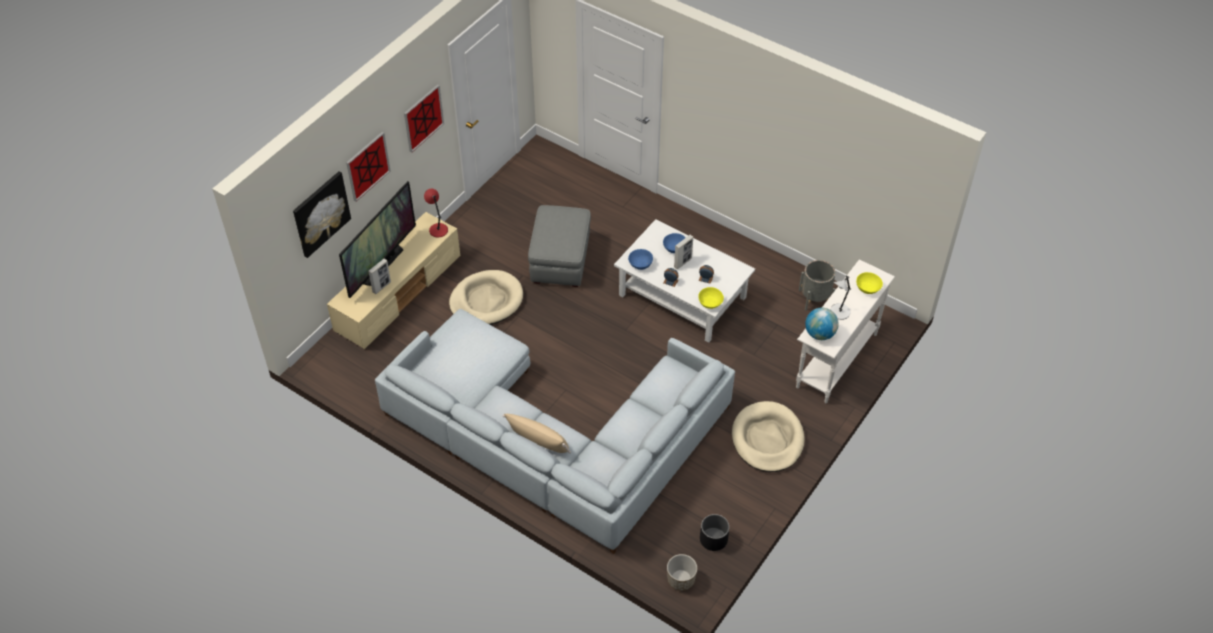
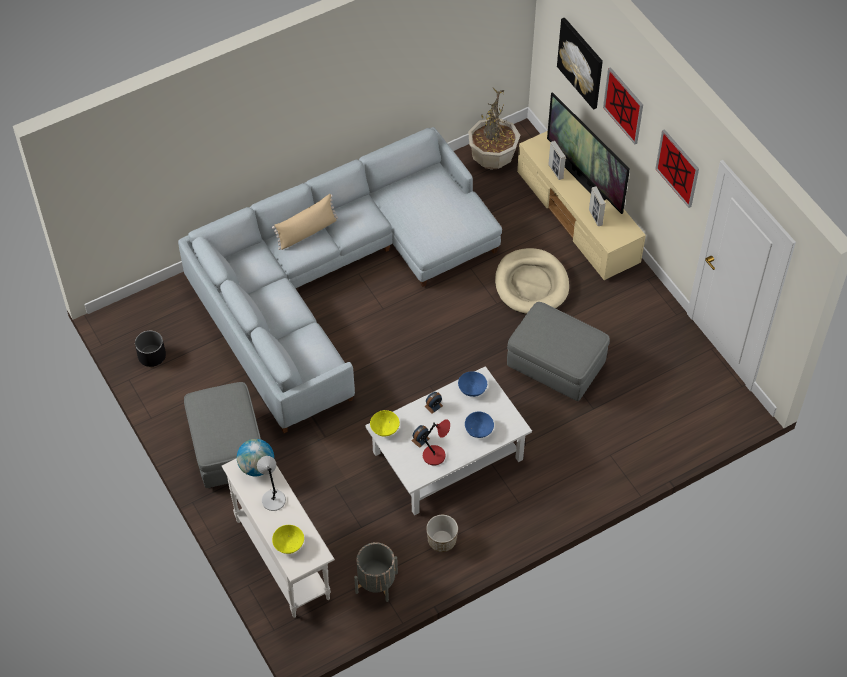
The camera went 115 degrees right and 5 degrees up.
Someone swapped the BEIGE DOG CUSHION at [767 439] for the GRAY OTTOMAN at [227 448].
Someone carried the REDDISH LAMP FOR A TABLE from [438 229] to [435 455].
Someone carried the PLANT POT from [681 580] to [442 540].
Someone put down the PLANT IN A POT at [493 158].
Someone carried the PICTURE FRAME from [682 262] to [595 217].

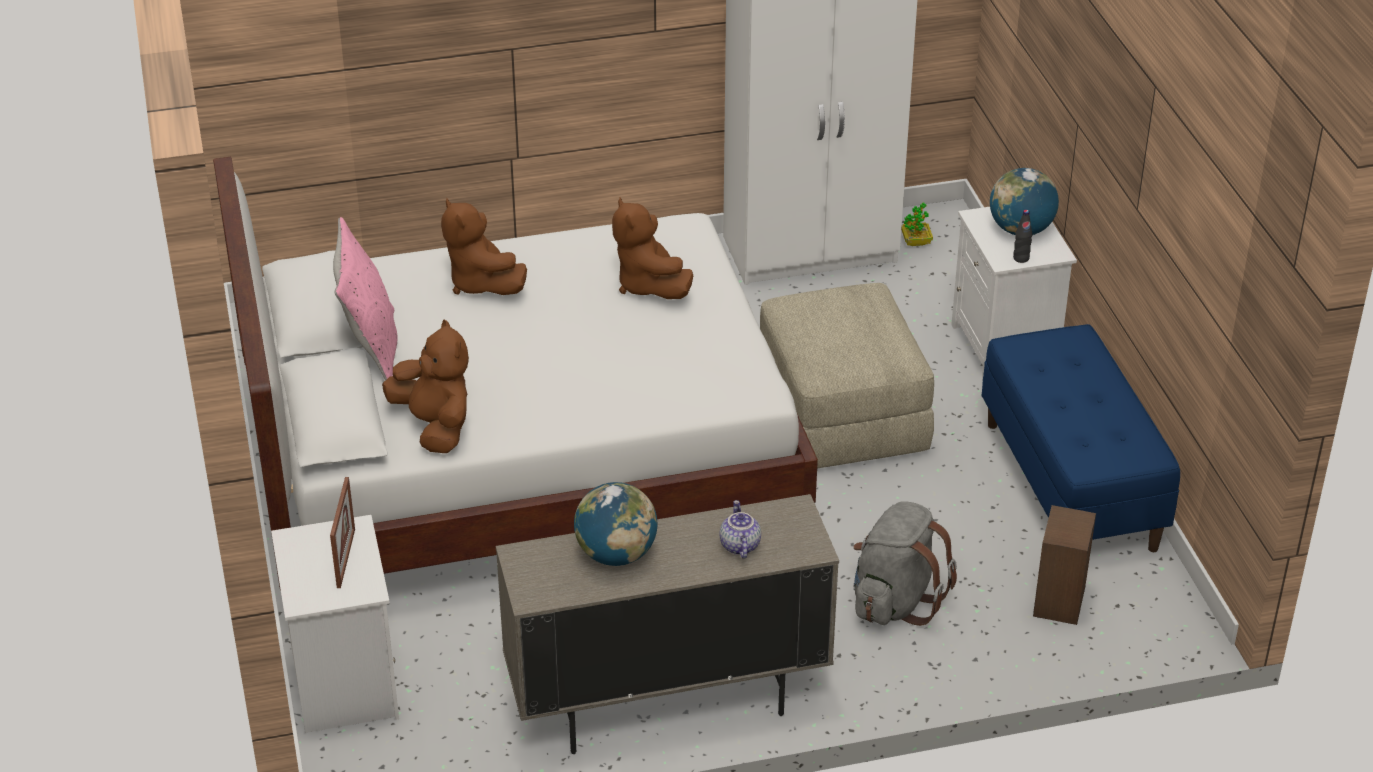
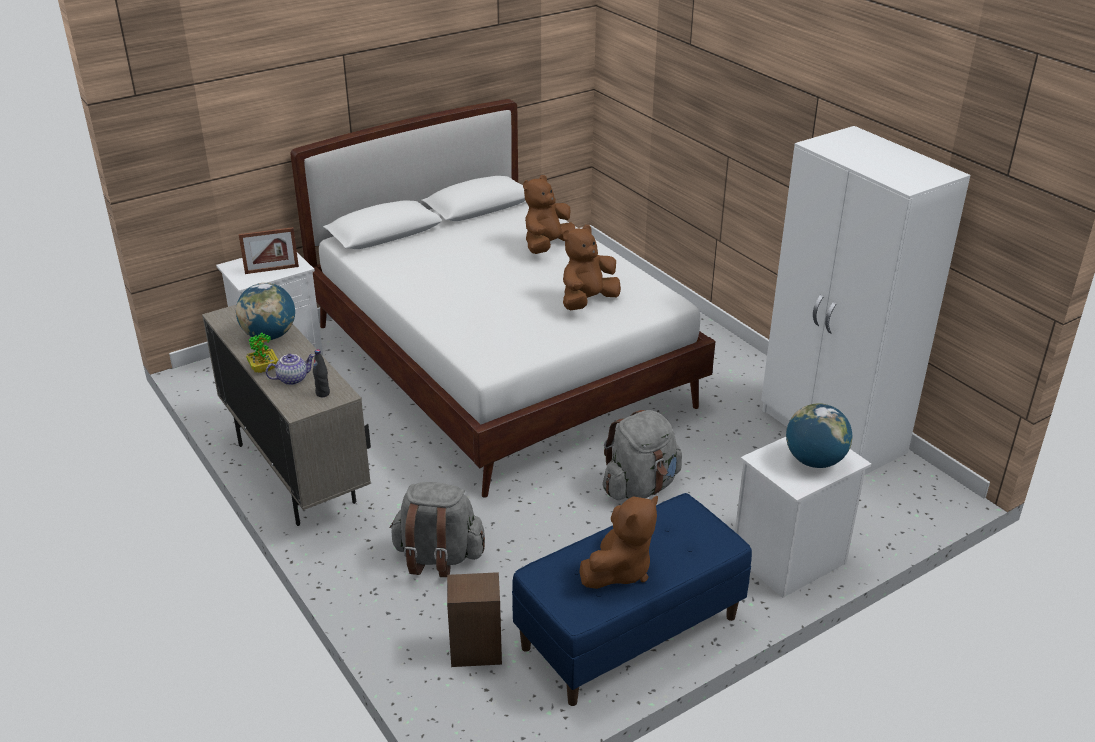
The camera went 70 degrees right and 5 degrees down.
Someone carried the PLANT IN A POT from [916 242] to [263 368].
Someone carried the BLACKISH DRINK BOTTLE from [1021 258] to [323 393].
Someone carried the BROWN SOFT TOY from [435 426] to [619 570].
Someone swapped the BEIGE OTTOMAN at [840 414] for the GRAY KNAPSACK at [640 487].
Someone took away the PINK THROW PILLOW at [370 348].

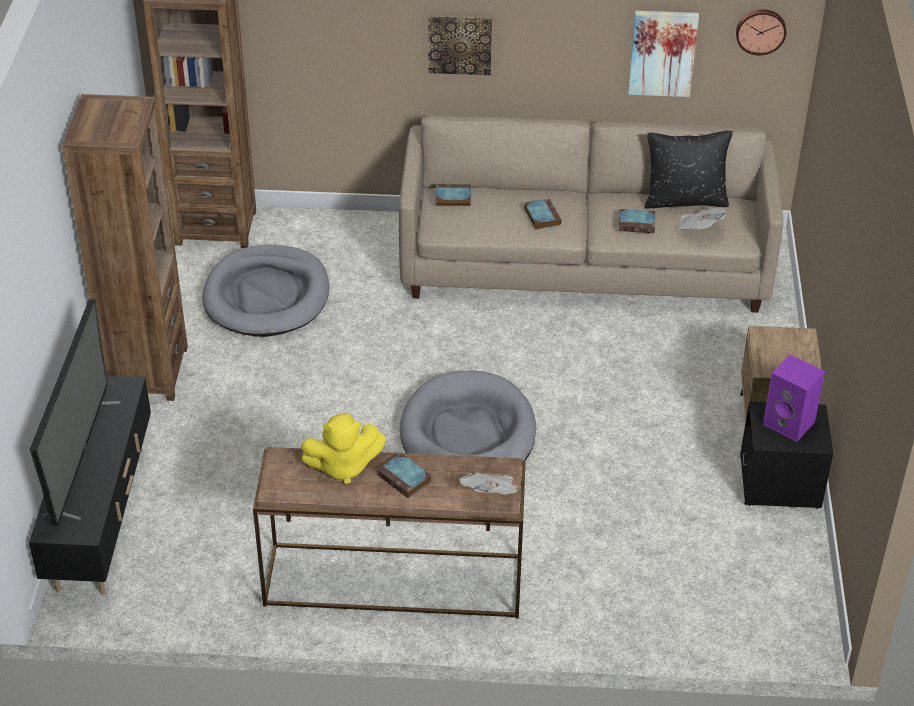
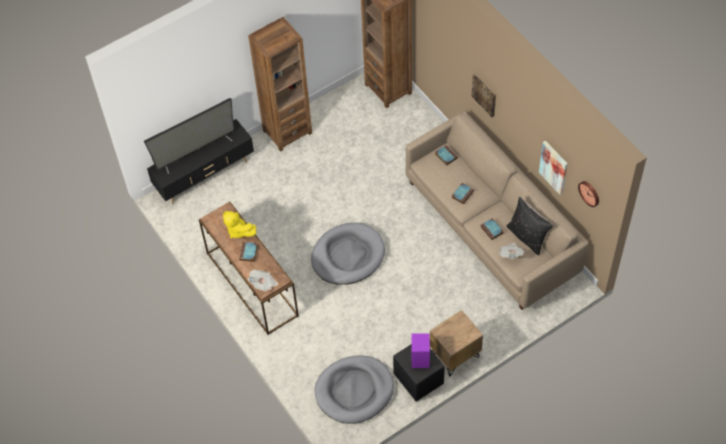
The camera went 55 degrees right and 15 degrees up.
Someone carried the GRAY DOG CUSHION from [267 296] to [354 391].

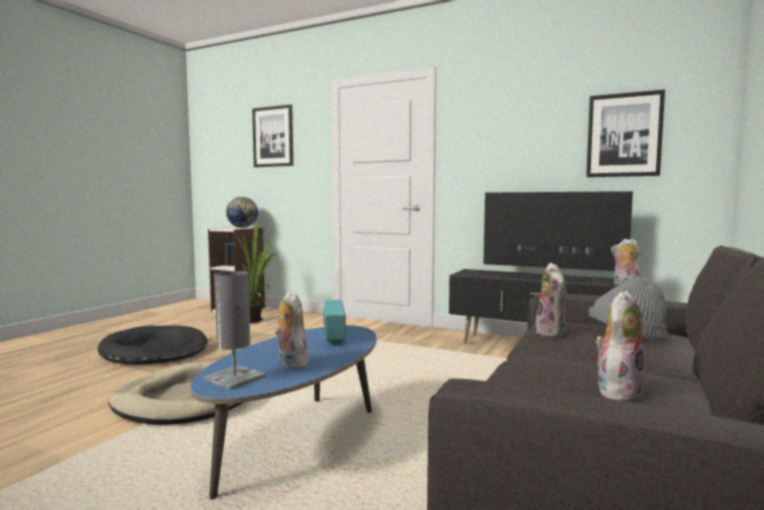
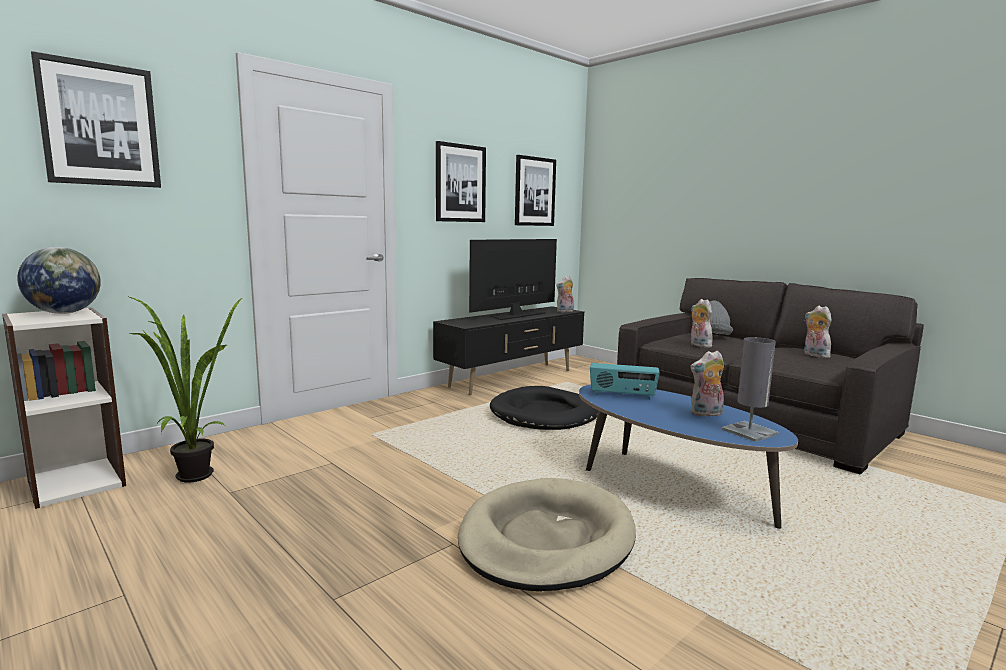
The camera went 70 degrees left and 5 degrees up.
Someone put up the PICTURE at [460 183].
Someone carried the BLACKISH DOG CUSHION from [155 350] to [545 414].
Someone rotated the SOFT TOY at [552 333] by 135 degrees counterclockwise.

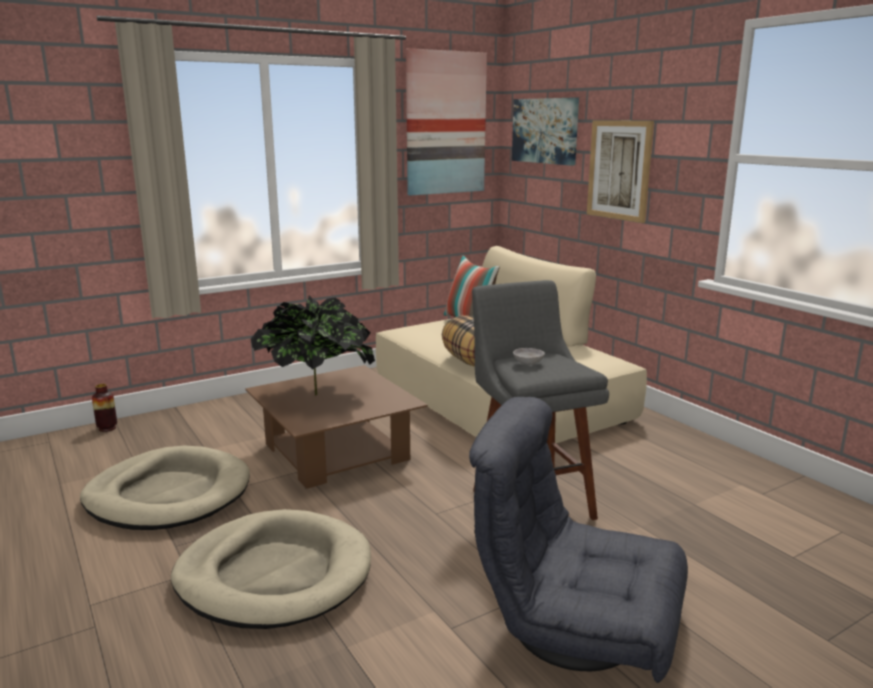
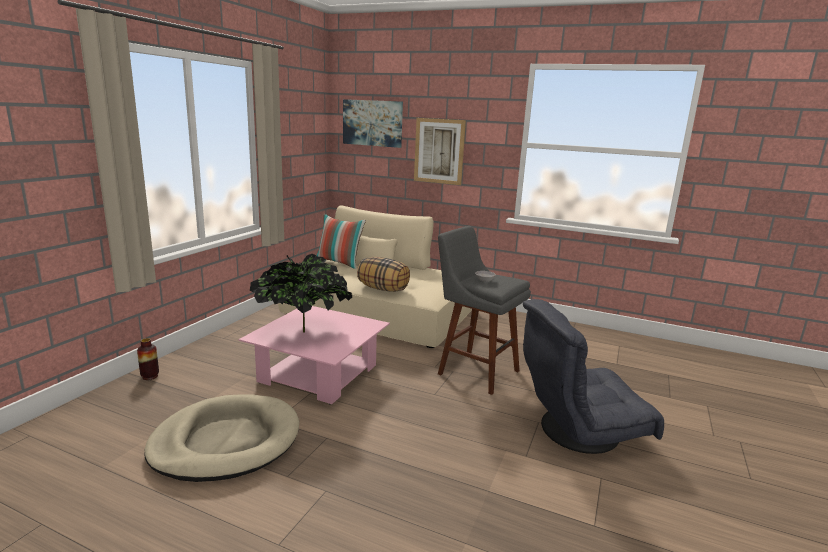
The camera went 35 degrees left and 0 degrees up.
Someone carried the FLOWER VASE from [107 428] to [150 376].
Someone repainted the BROWN LOUNGE TABLE at [336 452], which became the PINK LOUNGE TABLE at [318 373].
Someone took away the BEIGE DOG CUSHION at [274 574].
Someone took away the PICTURE at [445 123].

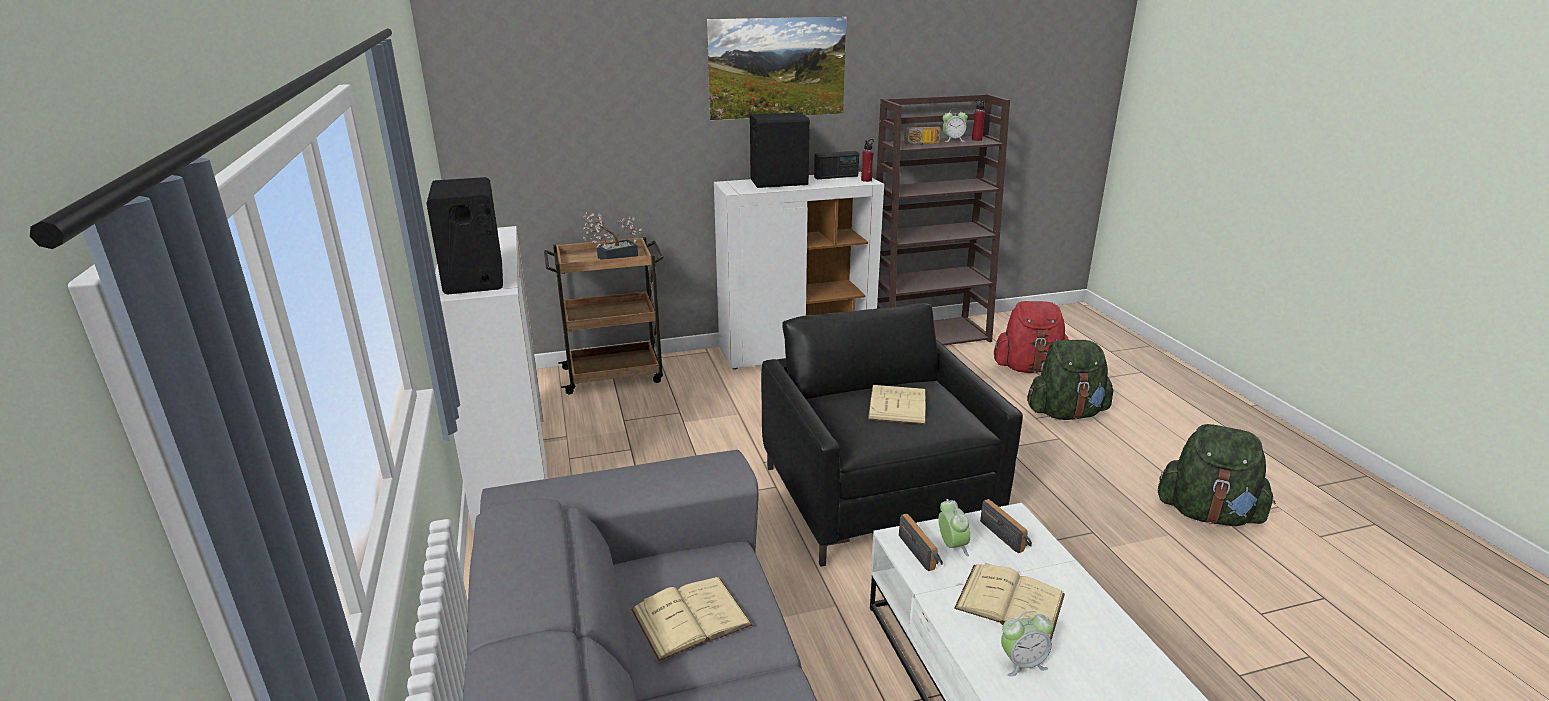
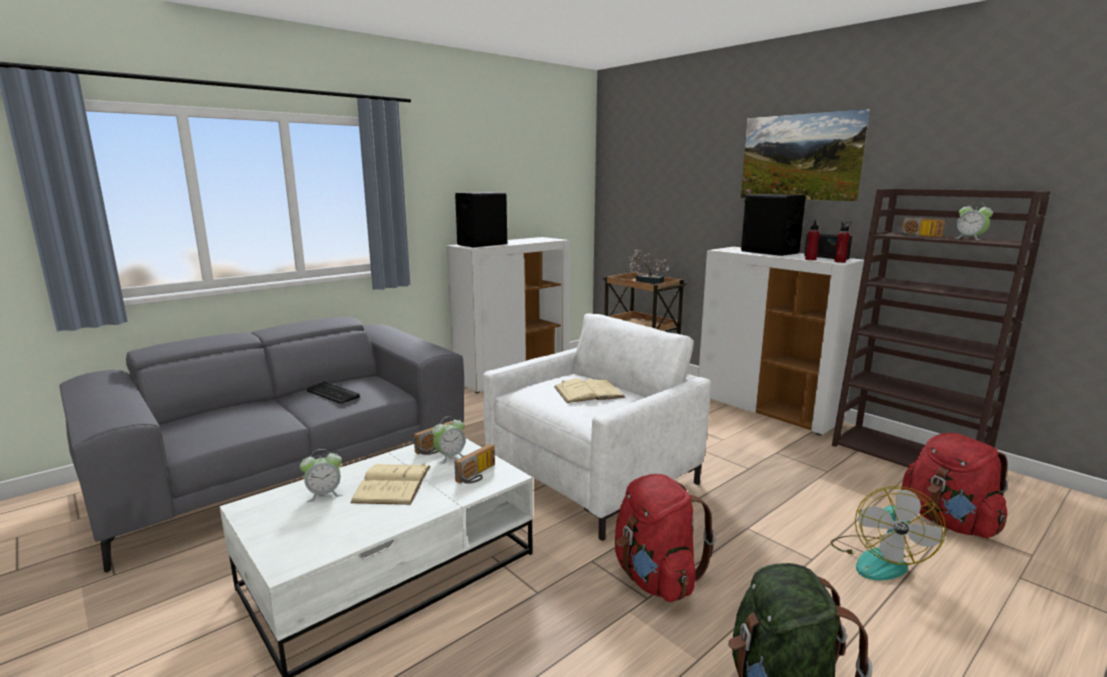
The camera went 65 degrees right and 10 degrees down.
Someone rotated the BEDSIDE CLOCK at [1022 663] by 75 degrees counterclockwise.
Someone swapped the BEIGE VOLUME at [691 617] for the KEYBOARD at [332 393].
Someone repainted the BLACKISH LOUNGE CHAIR at [877 496], which became the WHITE LOUNGE CHAIR at [593 478].
Someone put down the REDDISH KNAPSACK at [655 578].
Someone carried the REDDISH DRINK BOTTLE from [976 139] to [810 259].
Someone swapped the GREEN KNAPSACK at [1066 413] for the COOLING FAN at [878 559].

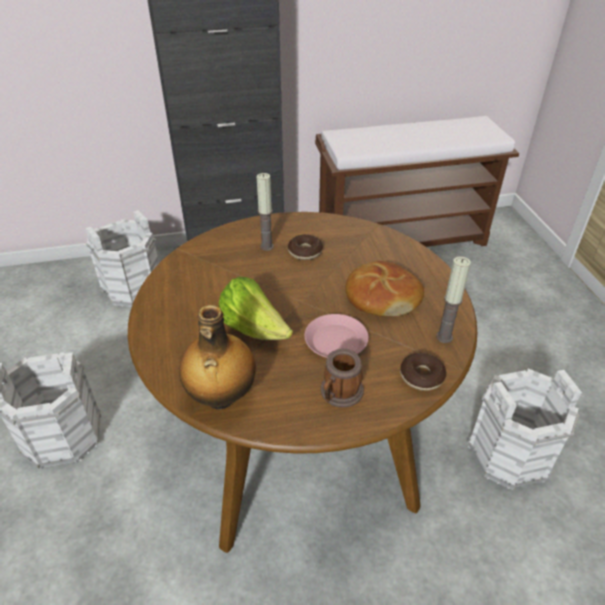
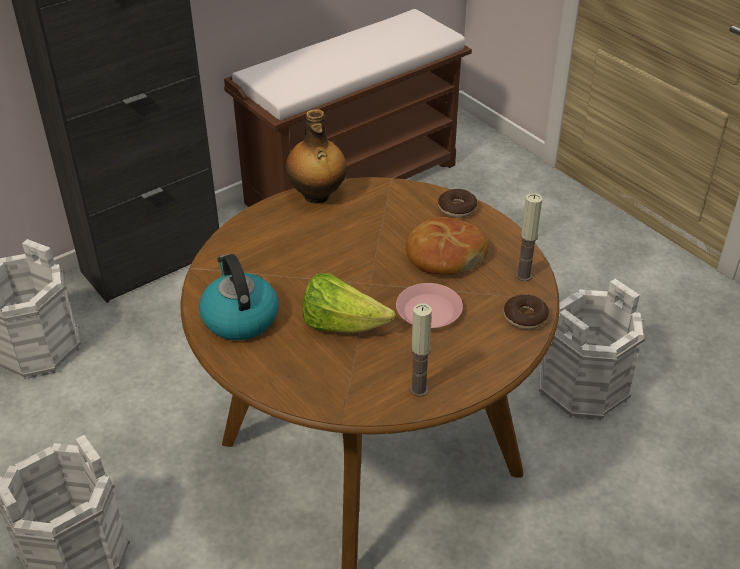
The camera went 25 degrees left and 0 degrees up.
Someone put down the TEA KETTLE at [239 318].
Someone carried the DRINK BOTTLE from [221 397] to [317 196].
Someone carried the CANDLE from [267 246] to [419 389].
Someone carried the RING DOUGHNUT from [305 252] to [457 208].
Someone took away the MUG at [339 394].

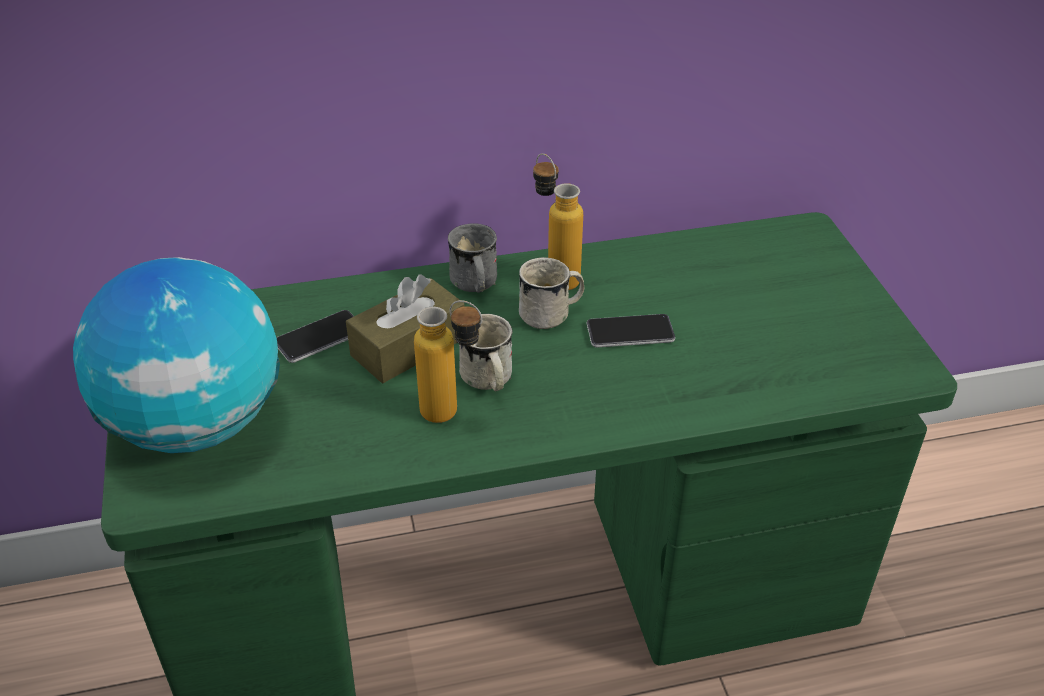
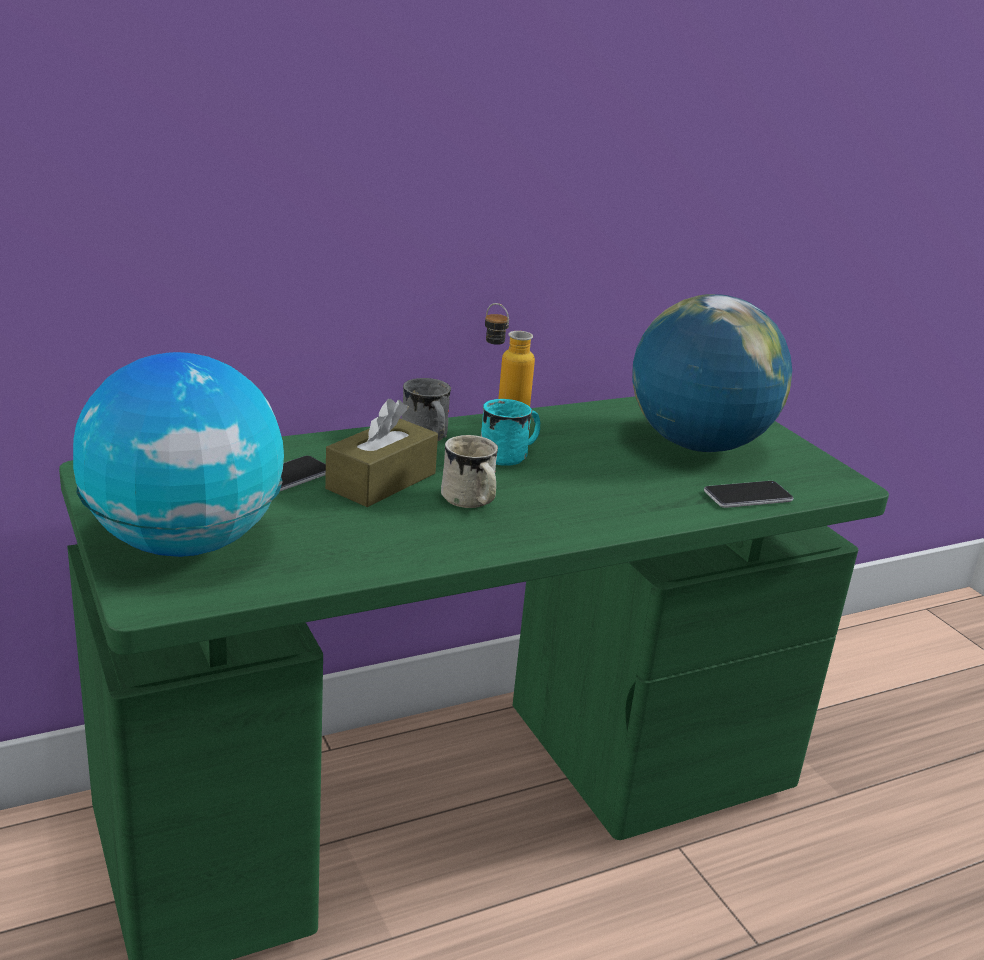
The camera went 15 degrees left and 15 degrees down.
Someone repainted the WHITE MUG at [552 314], which became the BLUE-GREEN MUG at [510 456].
Someone put down the DESK GLOBE at [698 444].
Someone carried the HANDSET from [630 332] to [748 496].
Someone took away the DRINK BOTTLE at [453 415].

